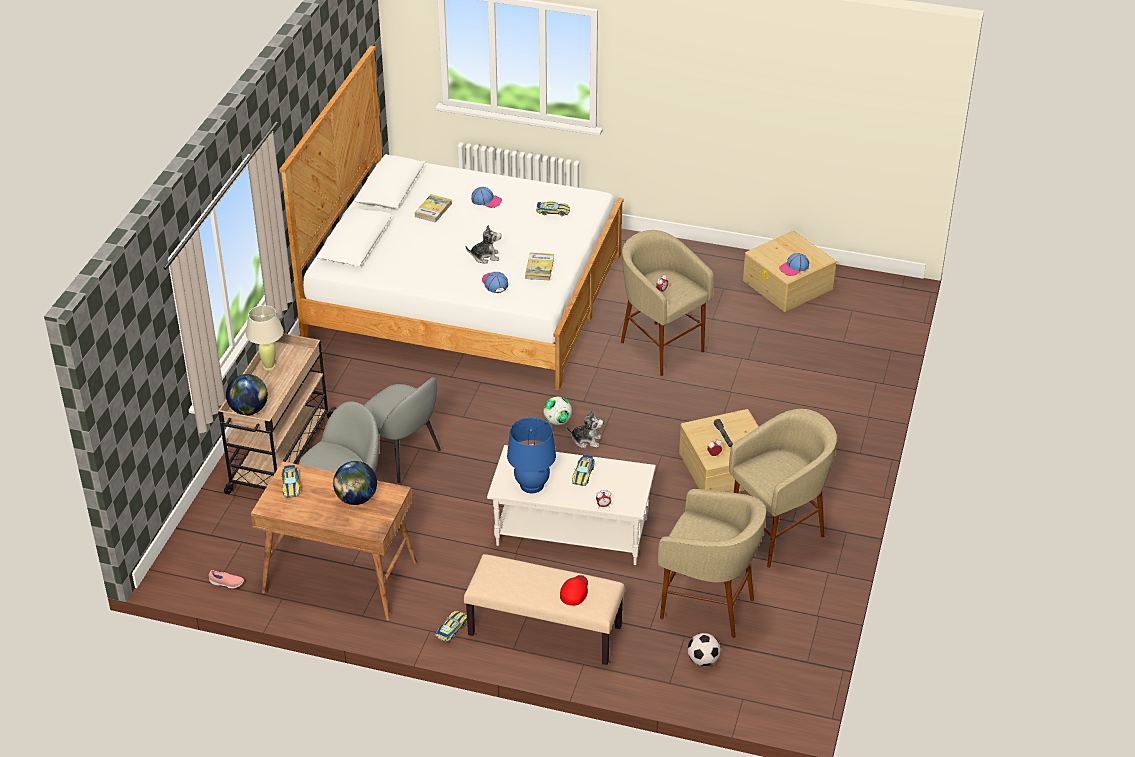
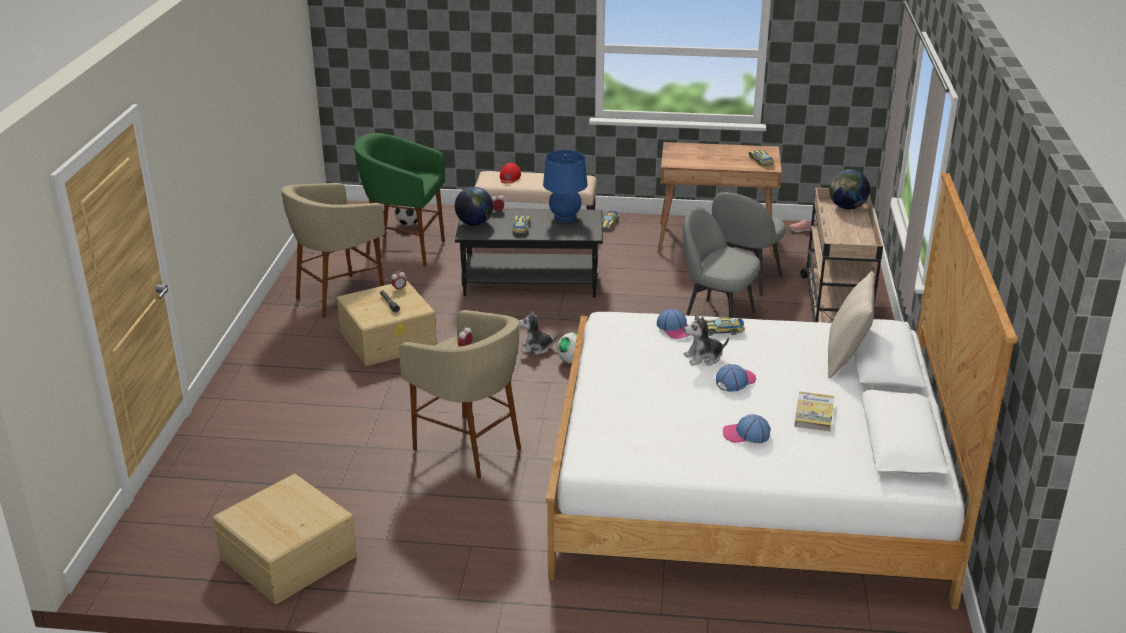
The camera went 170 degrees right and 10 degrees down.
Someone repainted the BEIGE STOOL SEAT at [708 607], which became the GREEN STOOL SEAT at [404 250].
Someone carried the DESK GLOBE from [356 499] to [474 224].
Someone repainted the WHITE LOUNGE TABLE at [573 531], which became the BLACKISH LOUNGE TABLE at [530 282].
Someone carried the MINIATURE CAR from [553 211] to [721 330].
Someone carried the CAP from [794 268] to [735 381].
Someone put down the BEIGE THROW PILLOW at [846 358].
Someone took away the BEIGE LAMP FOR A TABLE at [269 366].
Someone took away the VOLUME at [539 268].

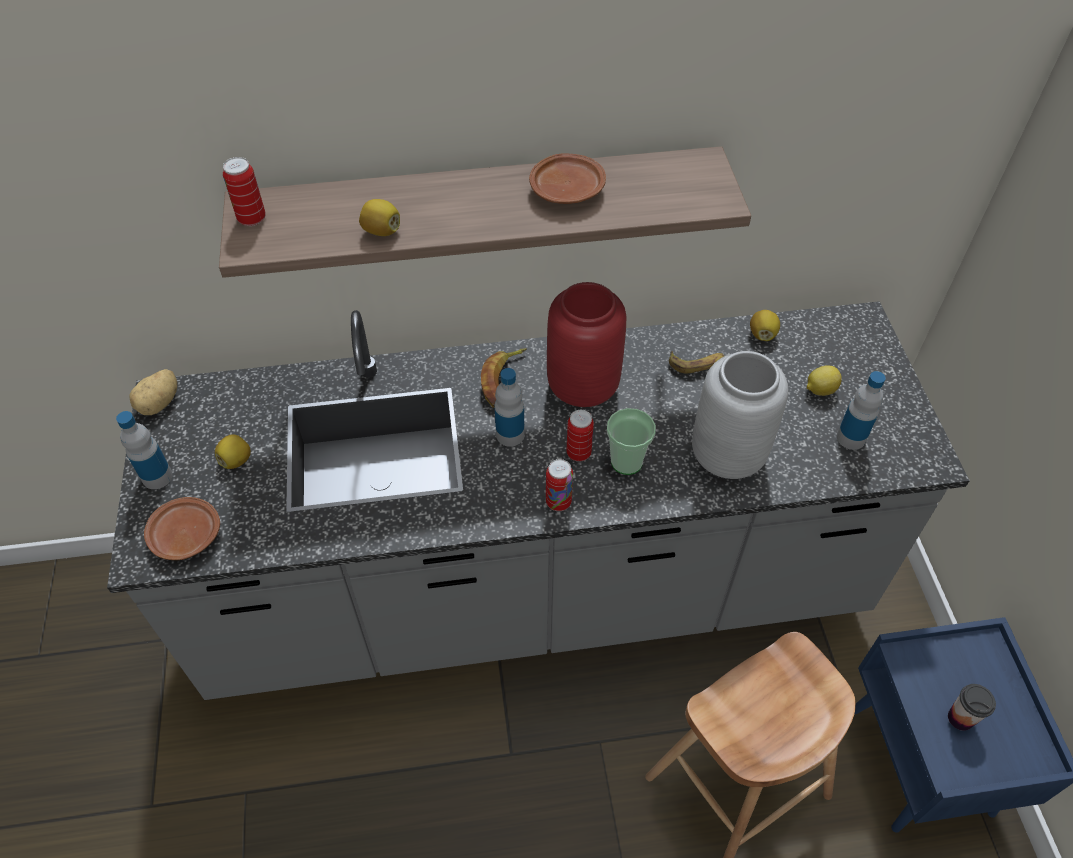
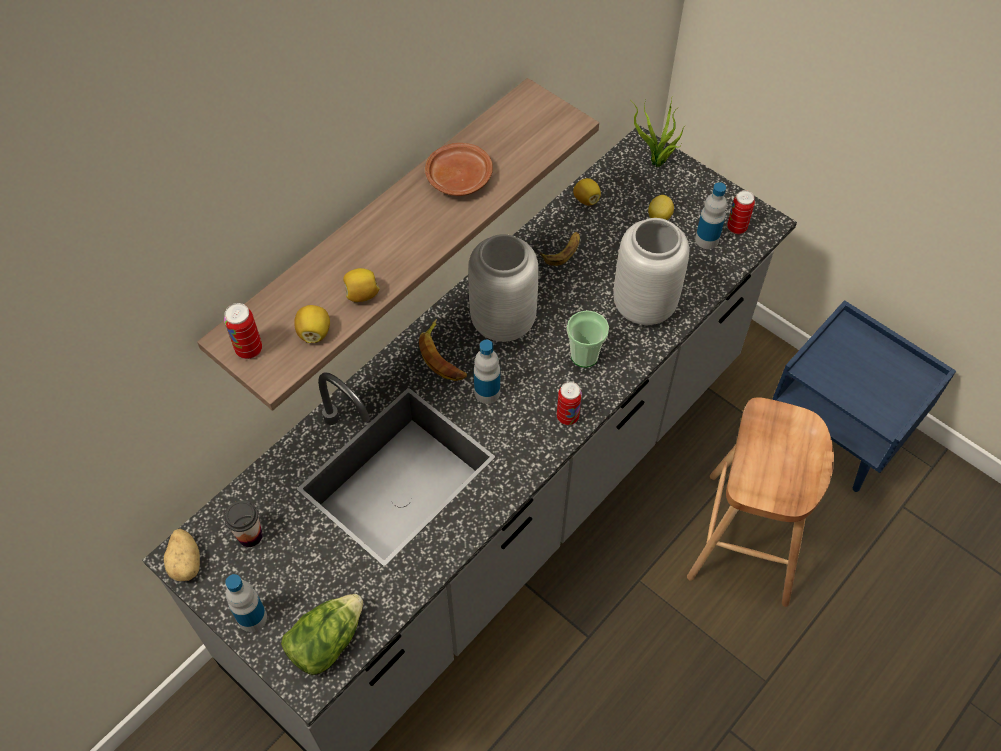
The camera went 40 degrees left and 5 degrees up.
Someone carried the SMALL CUP from [960 718] to [250 535].
Someone swapped the BROWN PLATE at [185 535] for the LETTUCE HEAD at [326 641].
Someone carried the LEMON from [236 460] to [314 332].
Someone repainted the REDDISH FLOWER VASE at [582 386], which became the GRAY FLOWER VASE at [501 321].
Someone put down the PLANT IN A POT at [656 163].
Someone carried the CAN from [578 453] to [736 228].

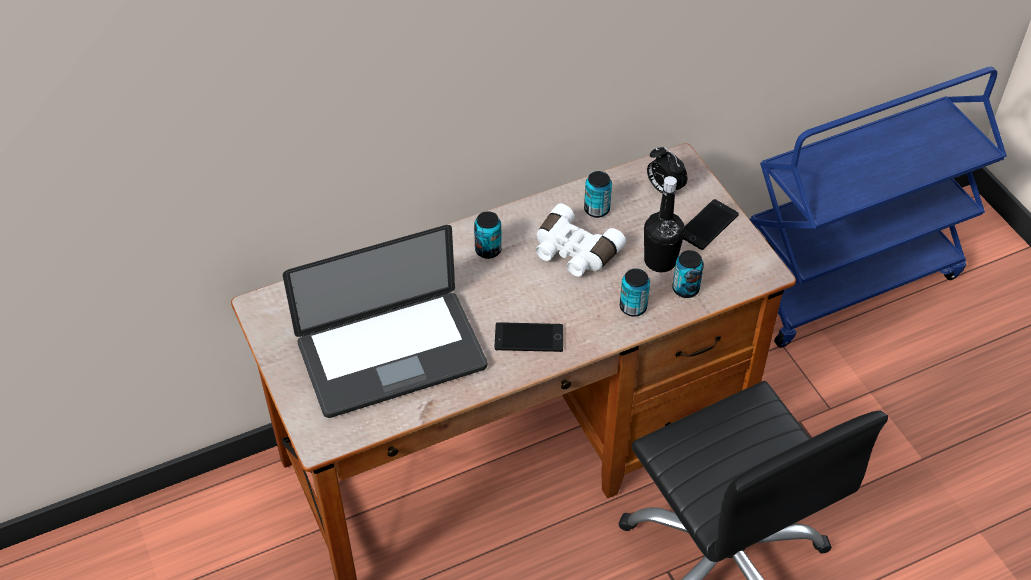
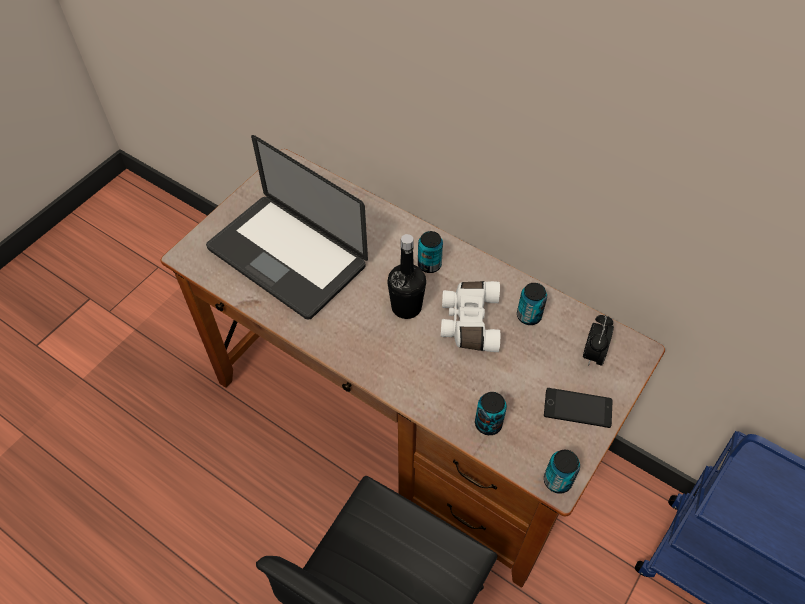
The camera went 60 degrees right and 5 degrees up.
Someone carried the BLACKISH DRINK BOTTLE from [660 261] to [406 307].
Someone carried the CAN from [633 307] to [557 480].
Someone took away the HANDSET at [529 338].

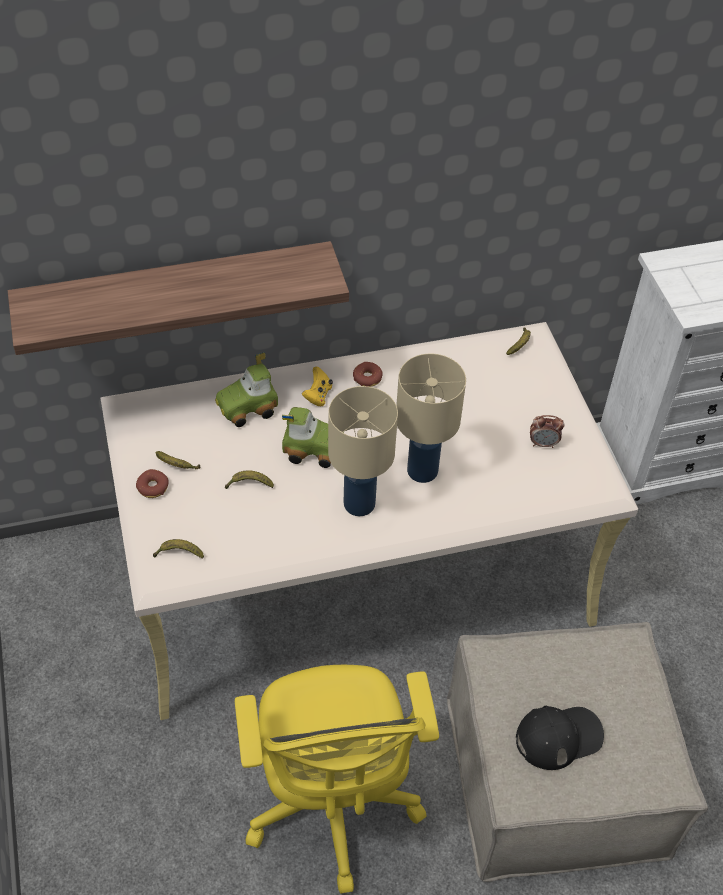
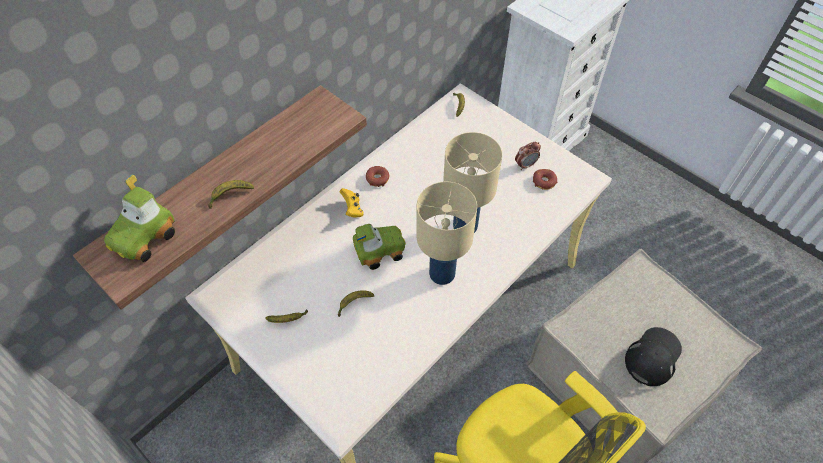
The camera went 30 degrees left and 5 degrees up.
Someone carried the MINIATURE CAR from [248 408] to [145 237].
Someone carried the WHOLE BANANA from [179 553] to [230 195].
Someone carried the RING DOUGHNUT from [153 487] to [544 182].

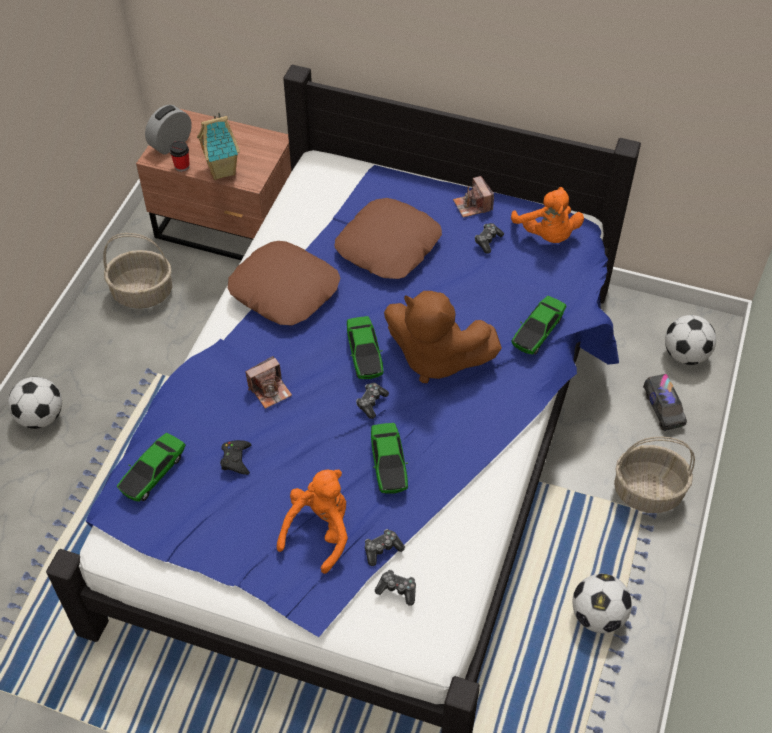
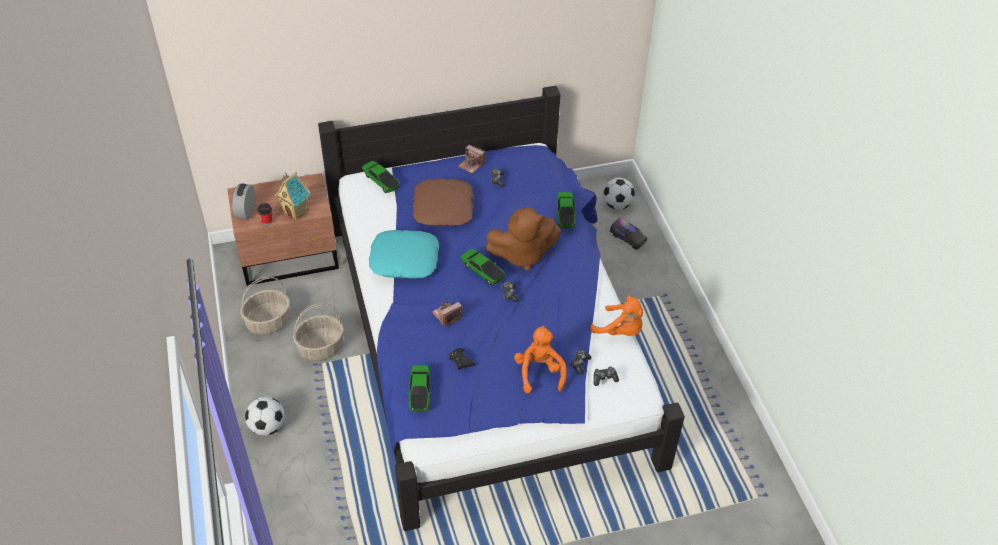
The camera went 35 degrees left and 5 degrees down.
Someone carried the HOUSEHOLD BASKET from [648 491] to [321 347].
Someone carried the MINIATURE CAR from [388 464] to [381 181].
Someone repainted the BROWN THROW PILLOW at [285 290], which became the BLUE-GREEN THROW PILLOW at [404 259].
Someone rotated the STILL CAMERA at [270 390] by 150 degrees counterclockwise.
Someone carried the ORANGEY SOFT TOY from [547 235] to [620 331].
Someone took away the BALL FOR FOOTBALL at [597 616].

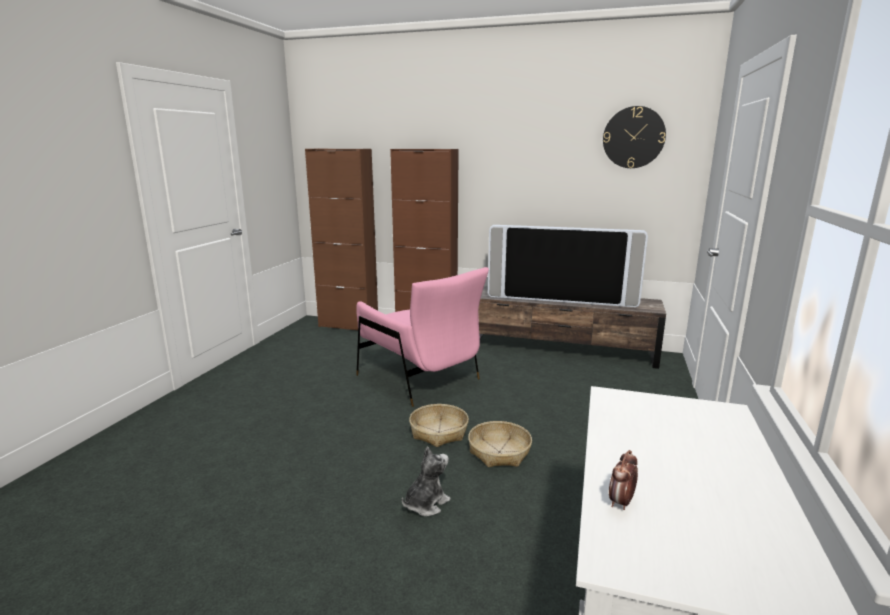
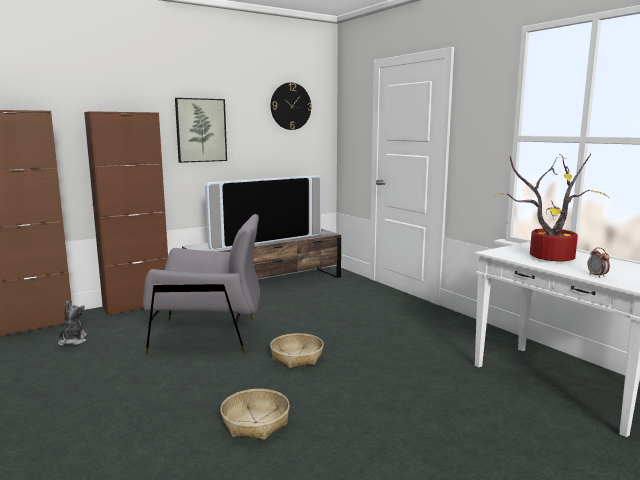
The camera went 50 degrees left and 5 degrees down.
Someone carried the SOFT TOY from [426 504] to [72 341].
Someone repainted the PINK LOUNGE CHAIR at [420 379], which became the GRAY LOUNGE CHAIR at [208 335].
Someone put up the PICTURE at [201 130].
Someone carried the HOUSEHOLD BASKET from [499 452] to [256 422].
Someone put down the PLANT IN A POT at [552 257].

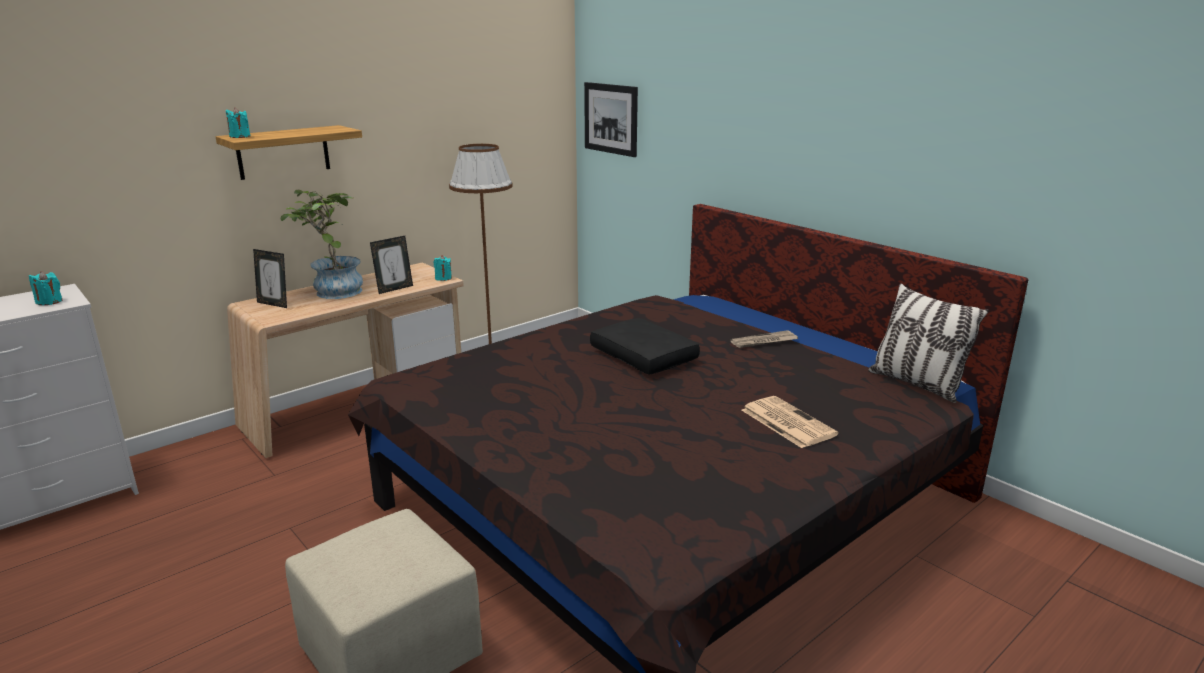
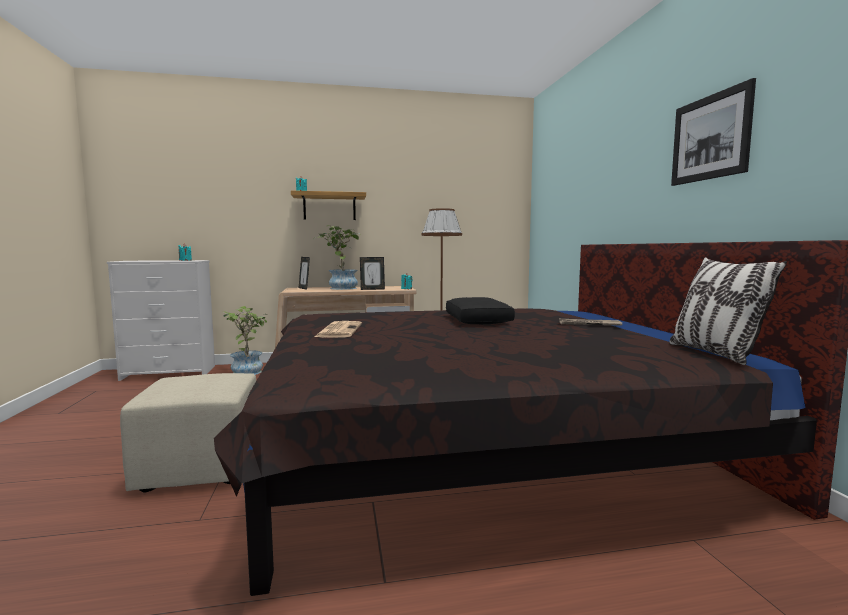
The camera went 30 degrees right and 15 degrees down.
Someone put down the PLANT IN A POT at [248 371].
Someone carried the DAILY PAPER from [786 422] to [339 330].
Someone carried the PICTURE from [610 118] to [710 137].

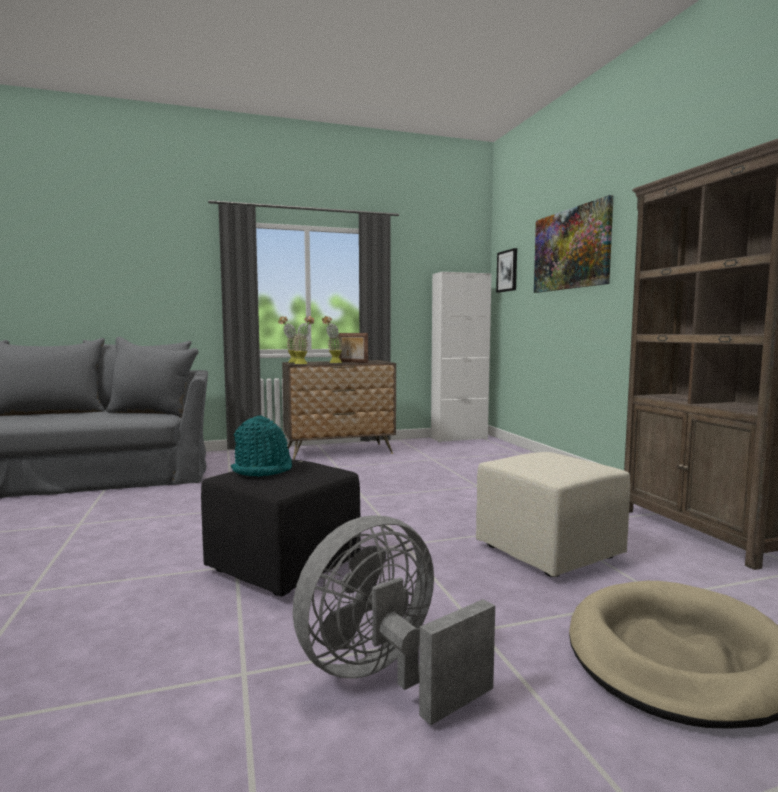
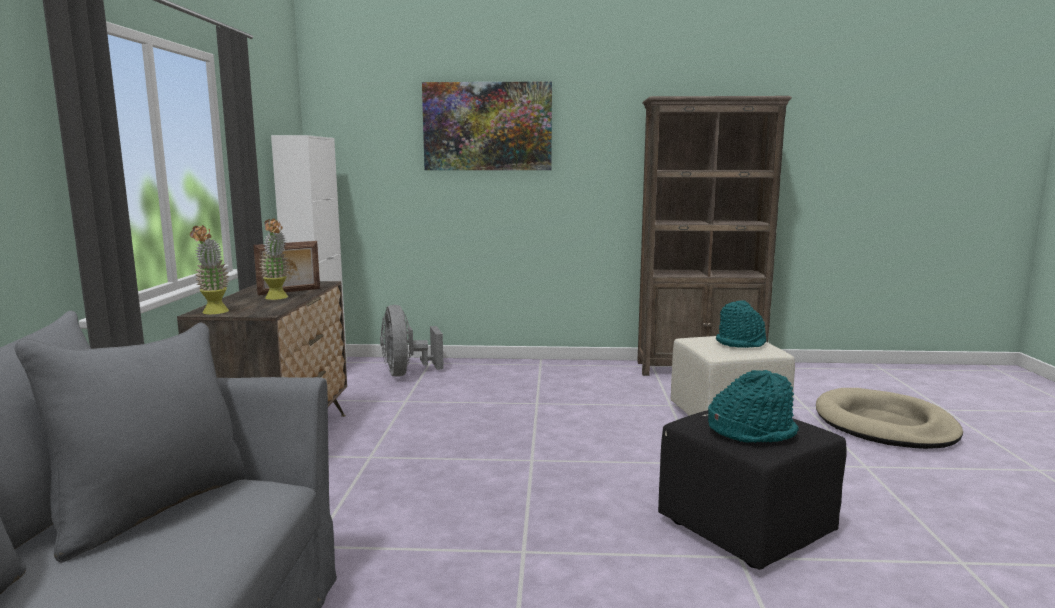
The camera went 70 degrees left and 5 degrees up.
Someone carried the GRAY COOLING FAN from [385 677] to [406 373].
Someone put down the BLUE-GREEN CLOTHING HAT at [741 343].
Someone took away the PLANT IN A POT at [303 363].
Someone took away the PICTURE at [507 271].

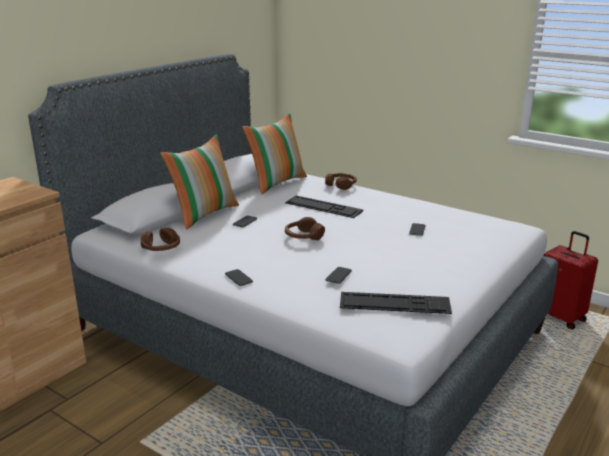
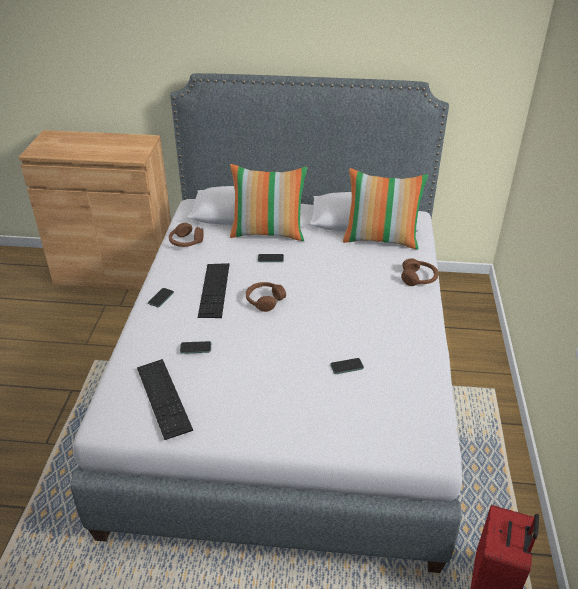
The camera went 60 degrees right and 15 degrees up.
Someone carried the KEYBOARD from [323 207] to [214 290].

